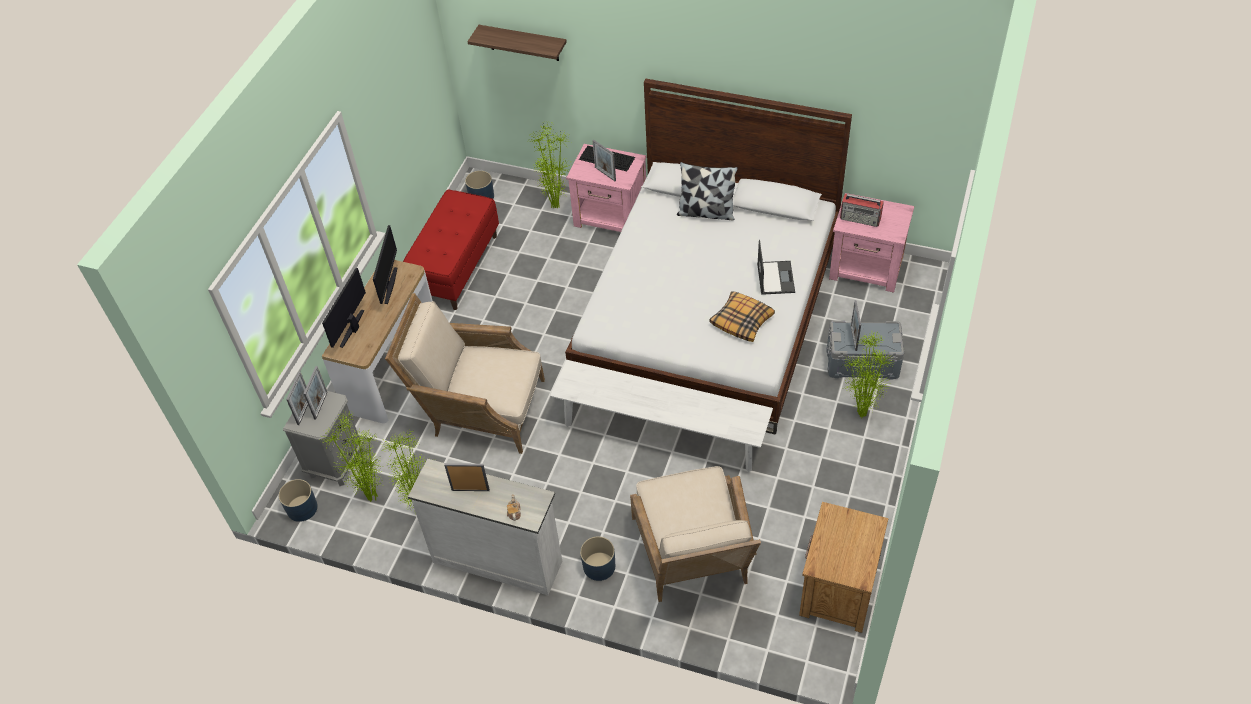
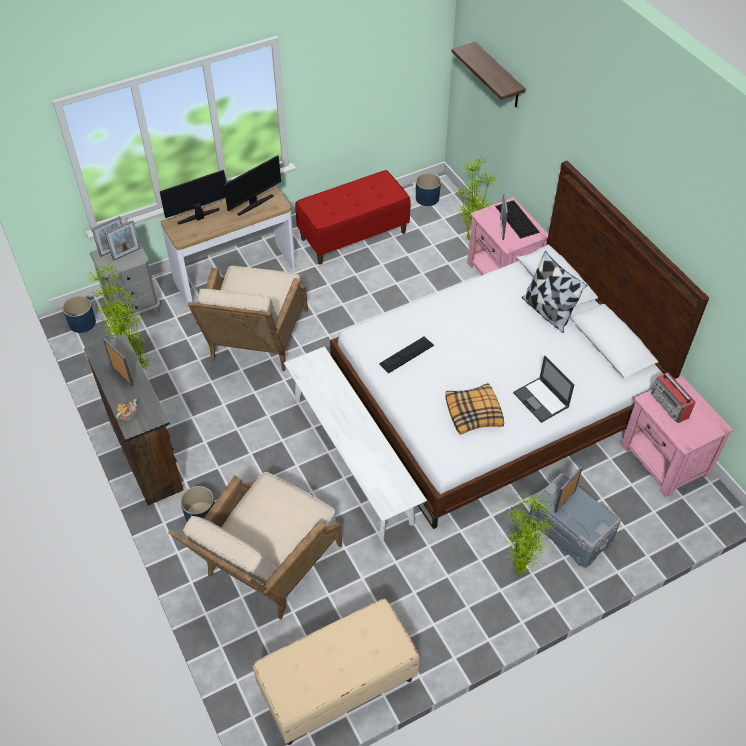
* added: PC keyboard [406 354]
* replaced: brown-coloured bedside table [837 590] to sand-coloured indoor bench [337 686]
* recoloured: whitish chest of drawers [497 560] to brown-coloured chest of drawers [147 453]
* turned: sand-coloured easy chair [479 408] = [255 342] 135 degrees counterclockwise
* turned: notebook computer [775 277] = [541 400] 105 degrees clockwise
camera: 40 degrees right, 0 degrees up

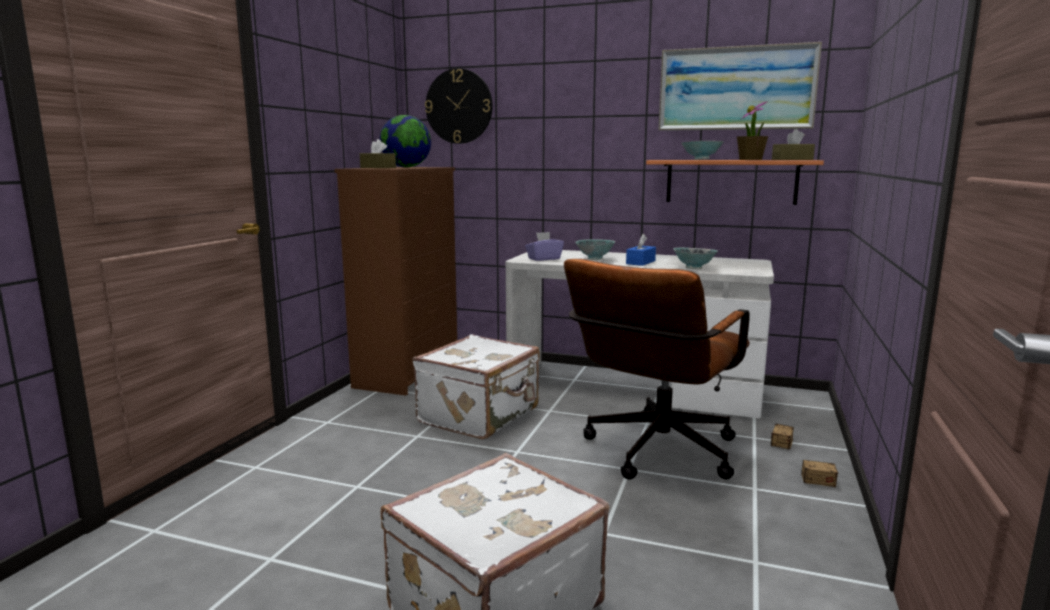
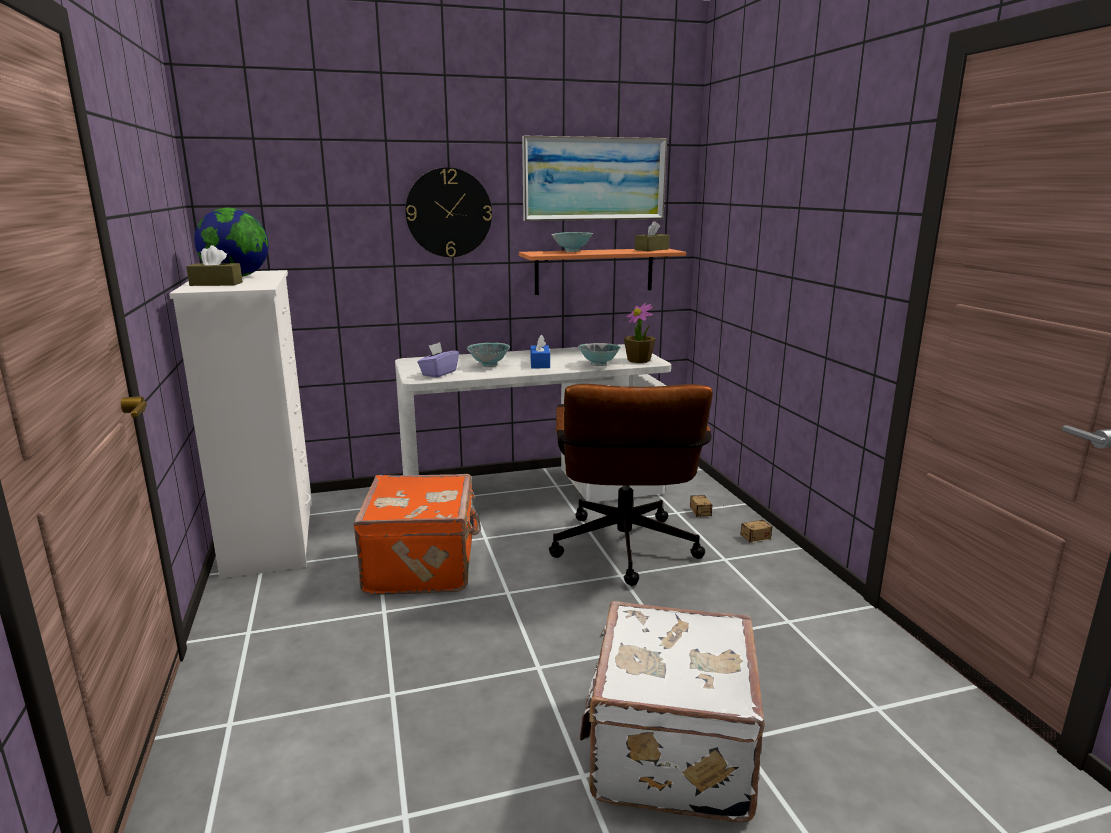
* moved: wall clock [459 106] to [449 213]
* moved: houseplant [750 159] to [639 360]
* recoloured: brown-coloured chest of drawers [409 372] to whitish chest of drawers [272 536]
* recoloured: whitish travel case [481 416] to orange-coloured travel case [423 565]
camera: 35 degrees left, 5 degrees up

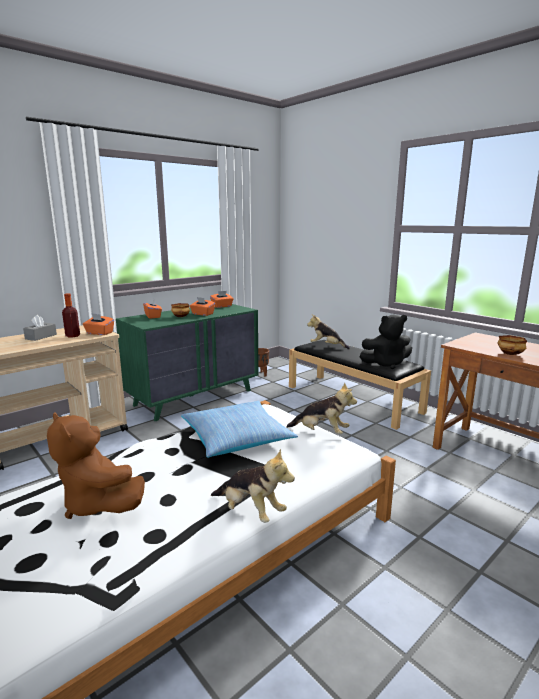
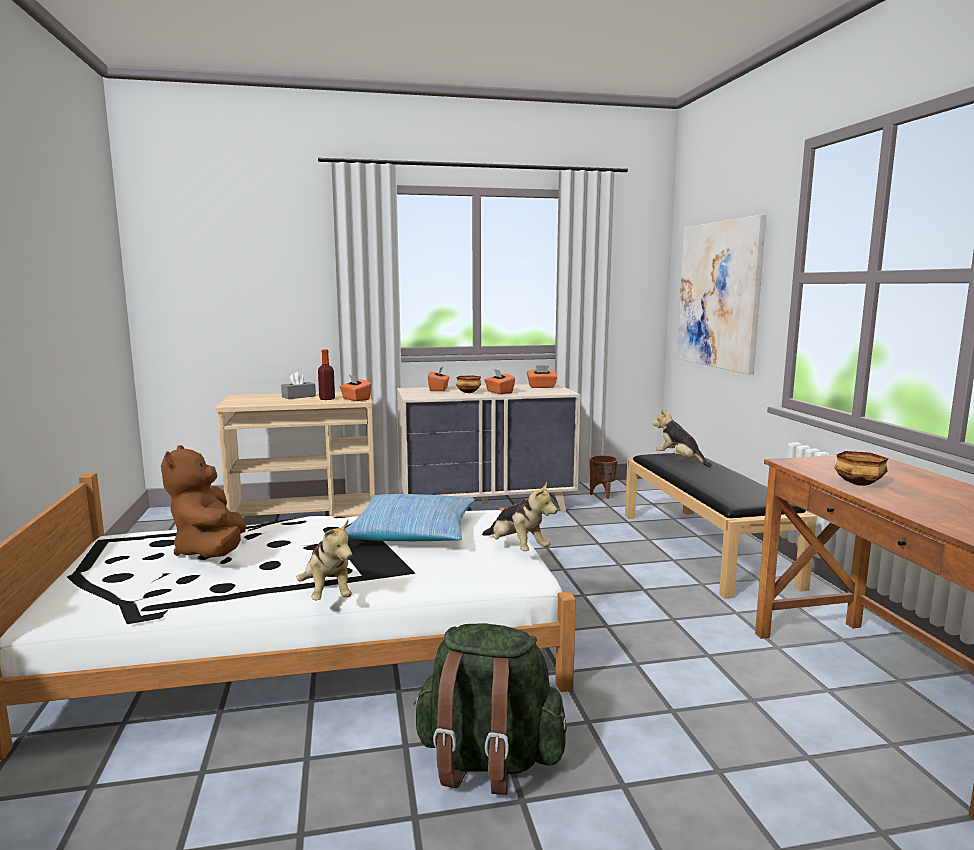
* removed: black-coloured plush toy [386 364]
* added: green-coloured knapsack [488 761]
* added: picture [718 295]
* recoloured: green-coloured chest of drawers [194 397] to sand-coloured chest of drawers [486 506]
camera: 30 degrees right, 5 degrees down

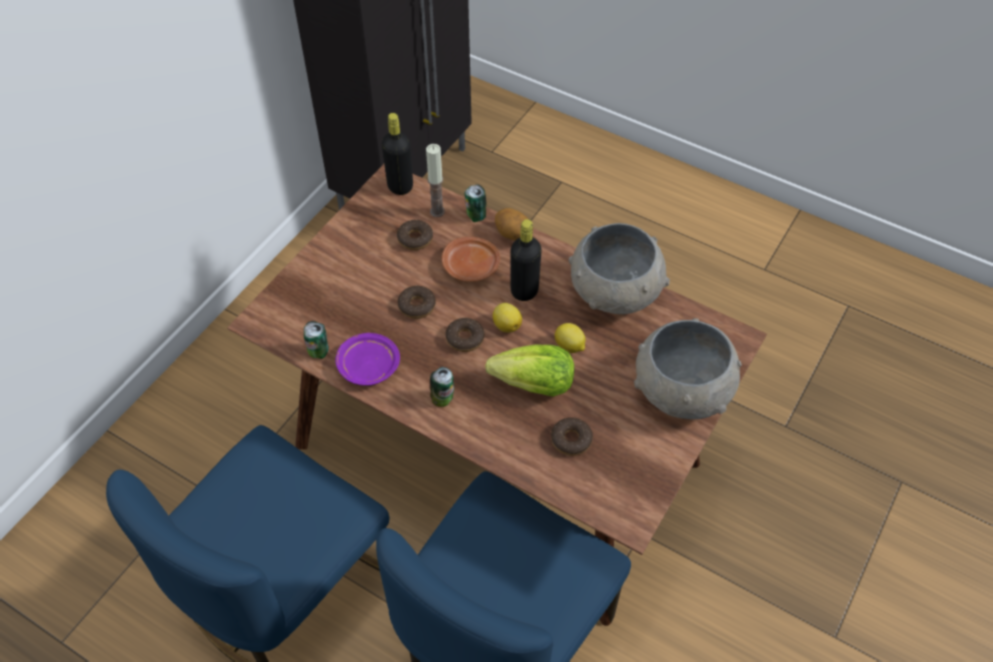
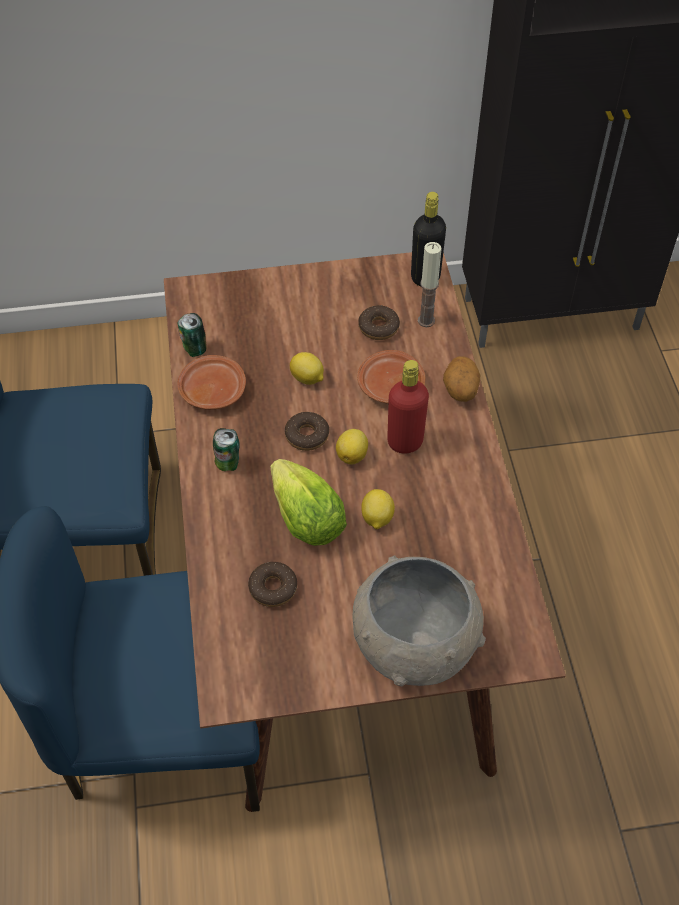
* removed: can [476 216]
* removed: grey serving bowl [614 293]
* replaced: ring doughnut [417 306] to lemon [307 379]
* recoloured: purple-coloured flat dish [368 366] to brown-coloured flat dish [212 390]
* recoloured: black-coloured bottle [524 290] to red bottle [405 442]
camera: 50 degrees right, 0 degrees up

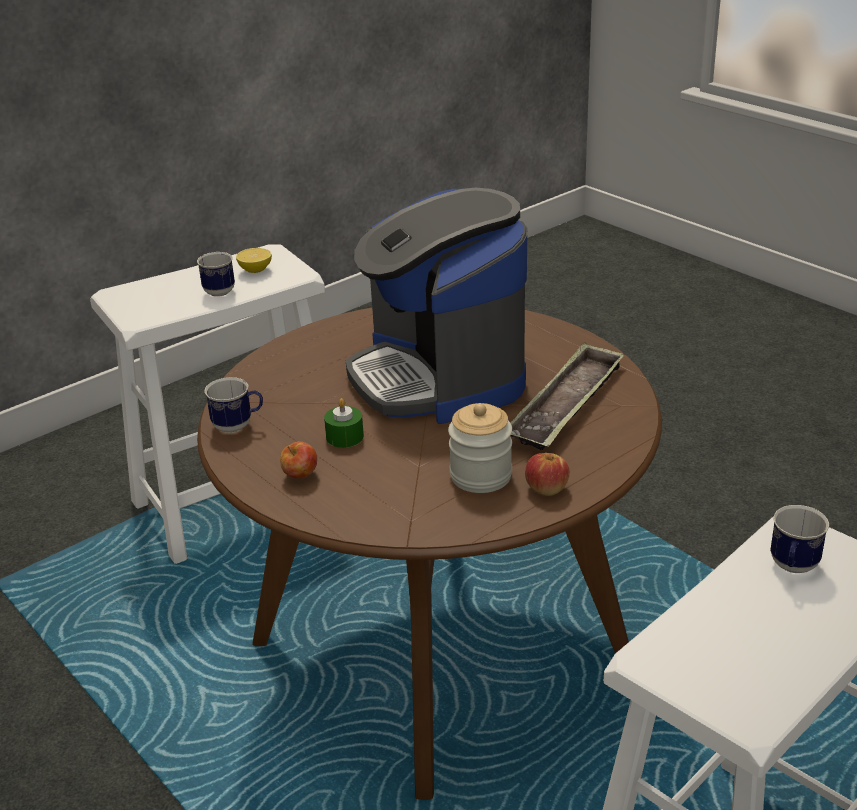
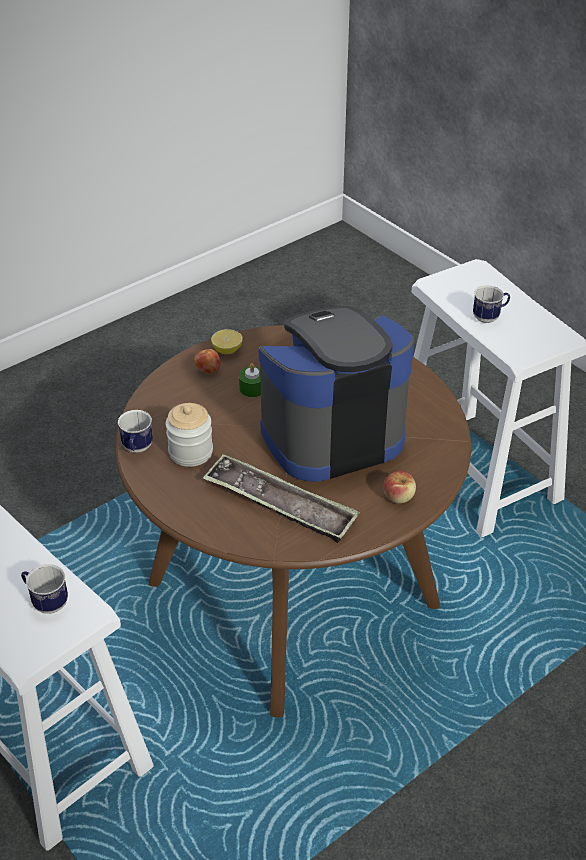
* moved: tea mug [238 426] to [137 449]
* moved: lemon [255 270] to [227 350]
* moved: apple fruit [546 488] to [399 497]
camera: 90 degrees right, 10 degrees up

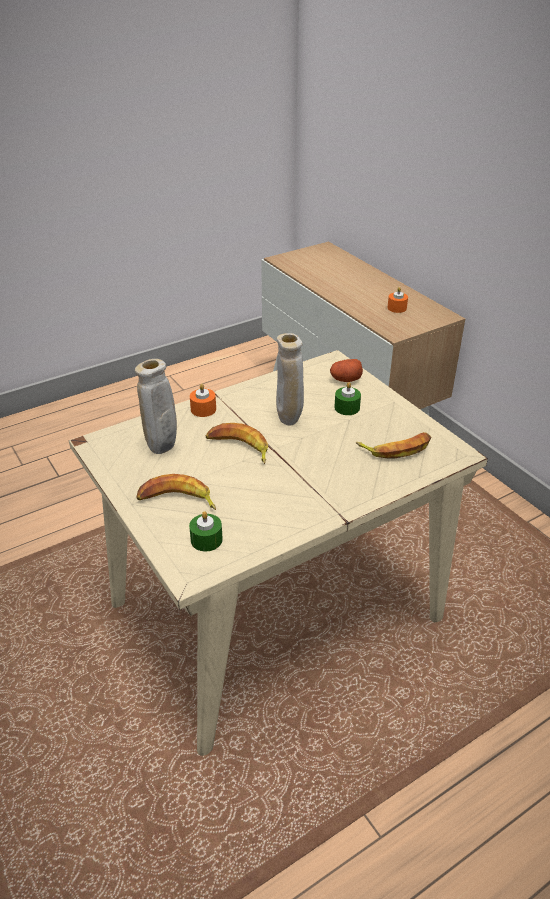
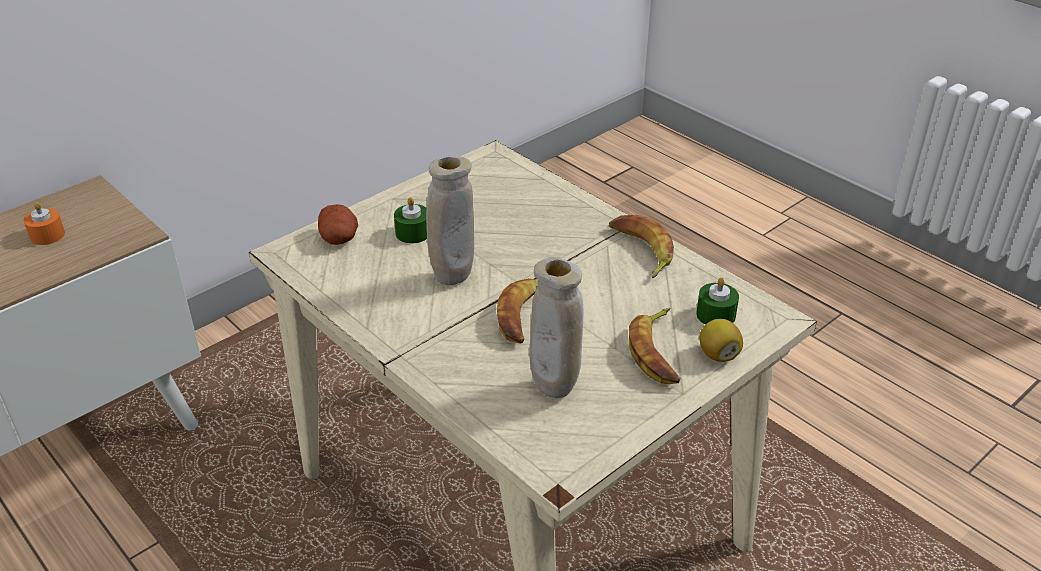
* removed: orange-coloured wax candle [203 409]
* added: lemon [718 354]
* moved: banana [396 448] to [640 250]
camera: 100 degrees left, 0 degrees up

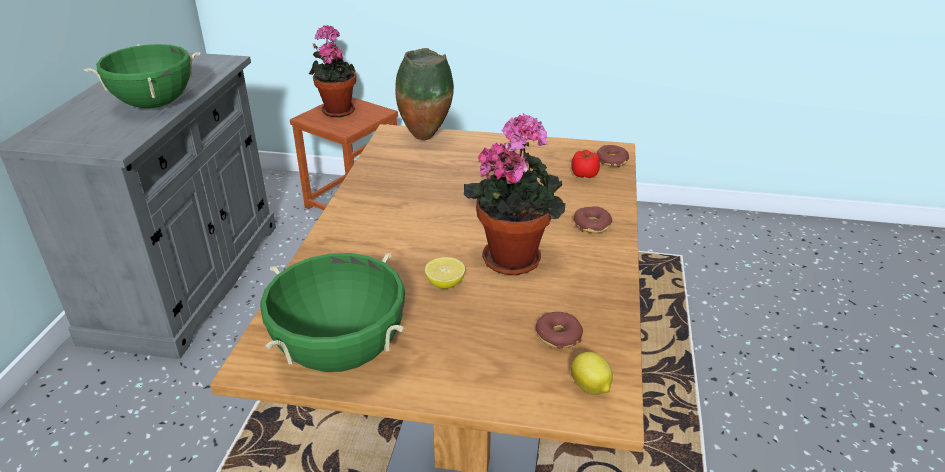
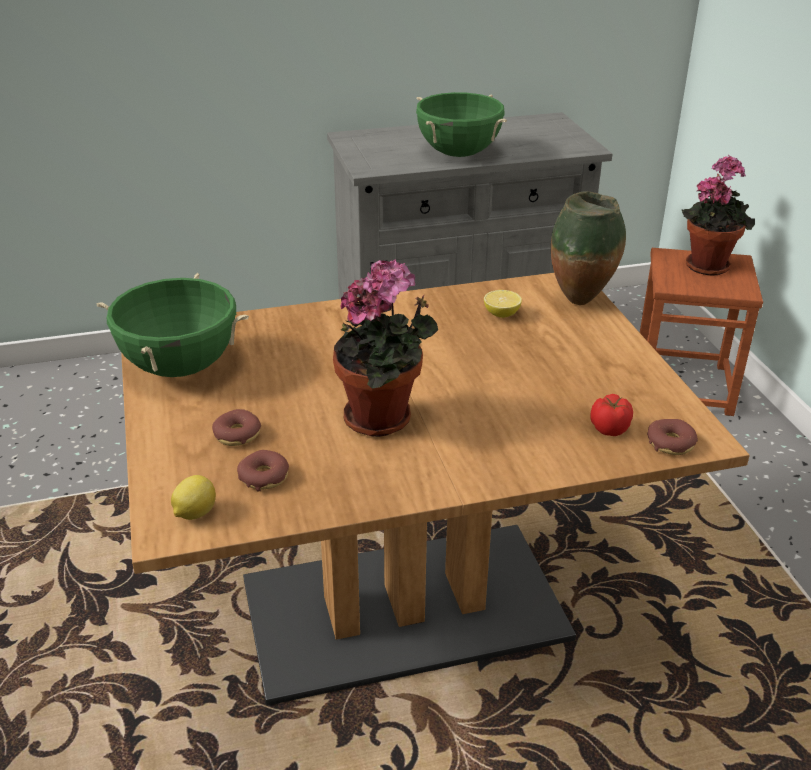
* moved: lemon [445 284] to [501 314]
* moved: ring doughnut [592 225] to [237 434]
camera: 65 degrees right, 0 degrees up

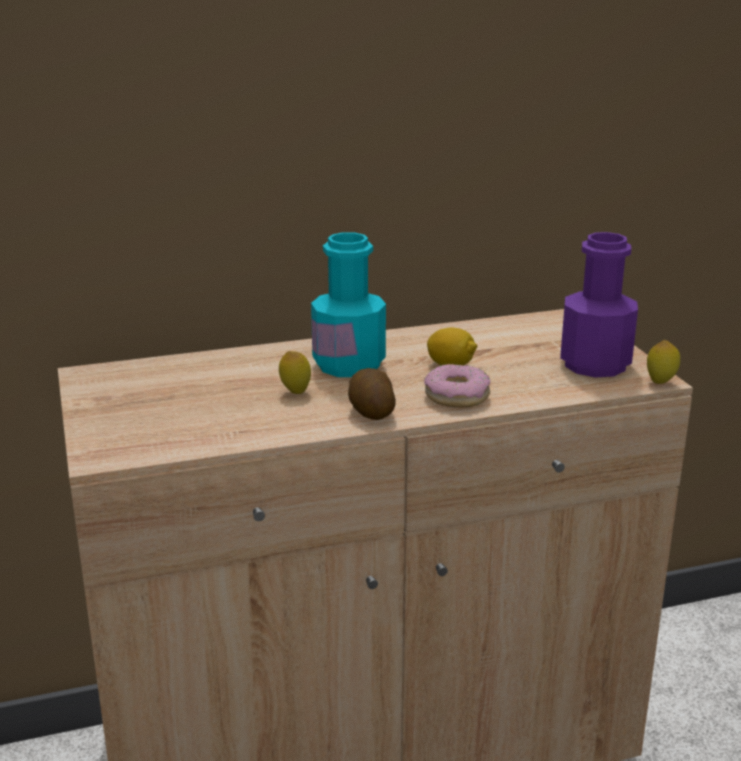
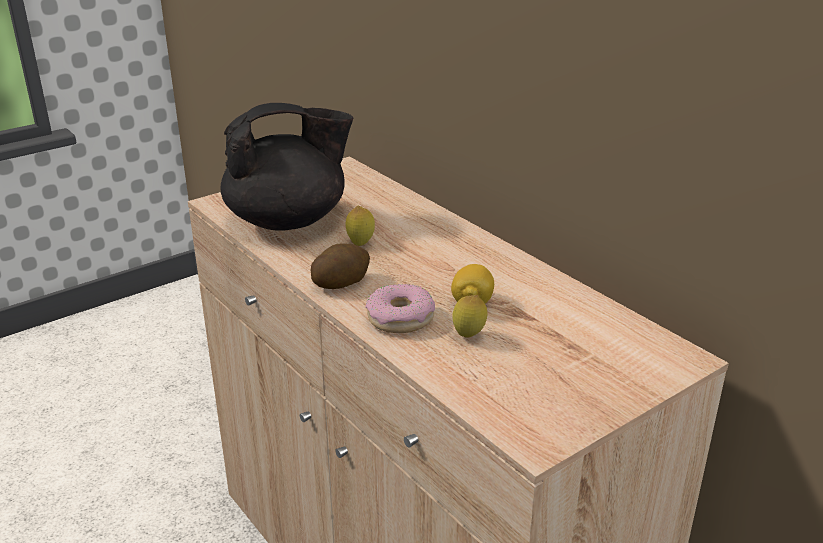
* removed: turquoise bottle [349 365]
* removed: purple-coloured bottle [595 364]
* added: black-coloured teapot [289 221]
* moved: lemon [660 382] to [469 336]
camera: 70 degrees right, 5 degrees up

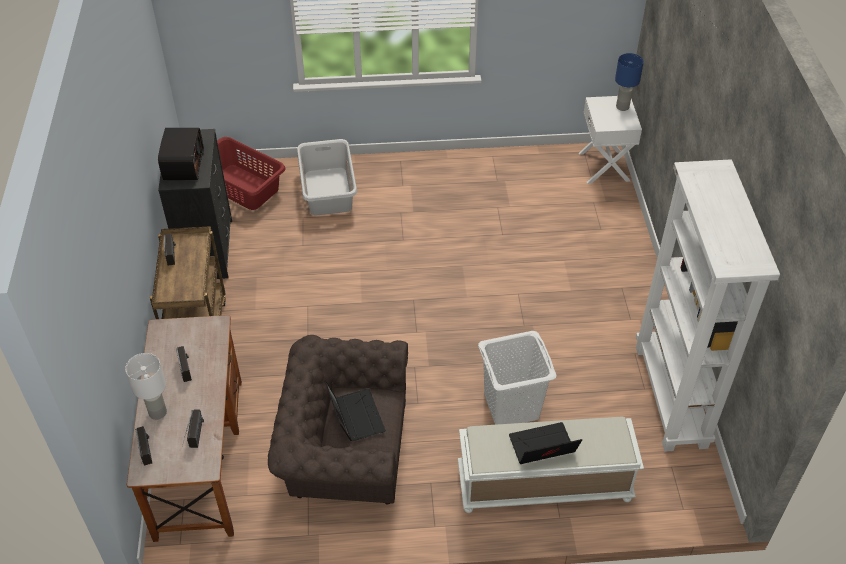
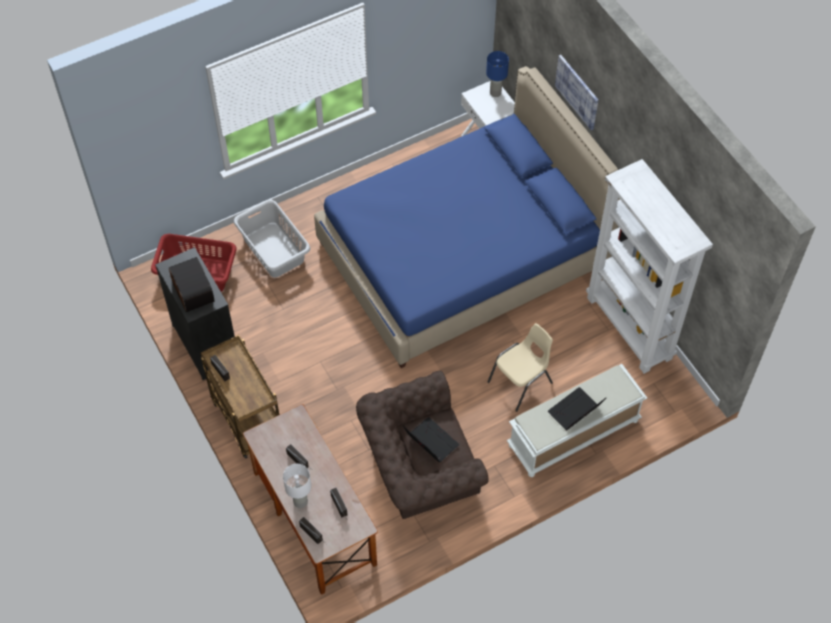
* added: blue sleeping bed [462 255]
* added: picture [577 92]
* replaced: whitish hamper [512 406] to sand-coloured plain chair [521 382]
camera: 25 degrees left, 10 degrees up

